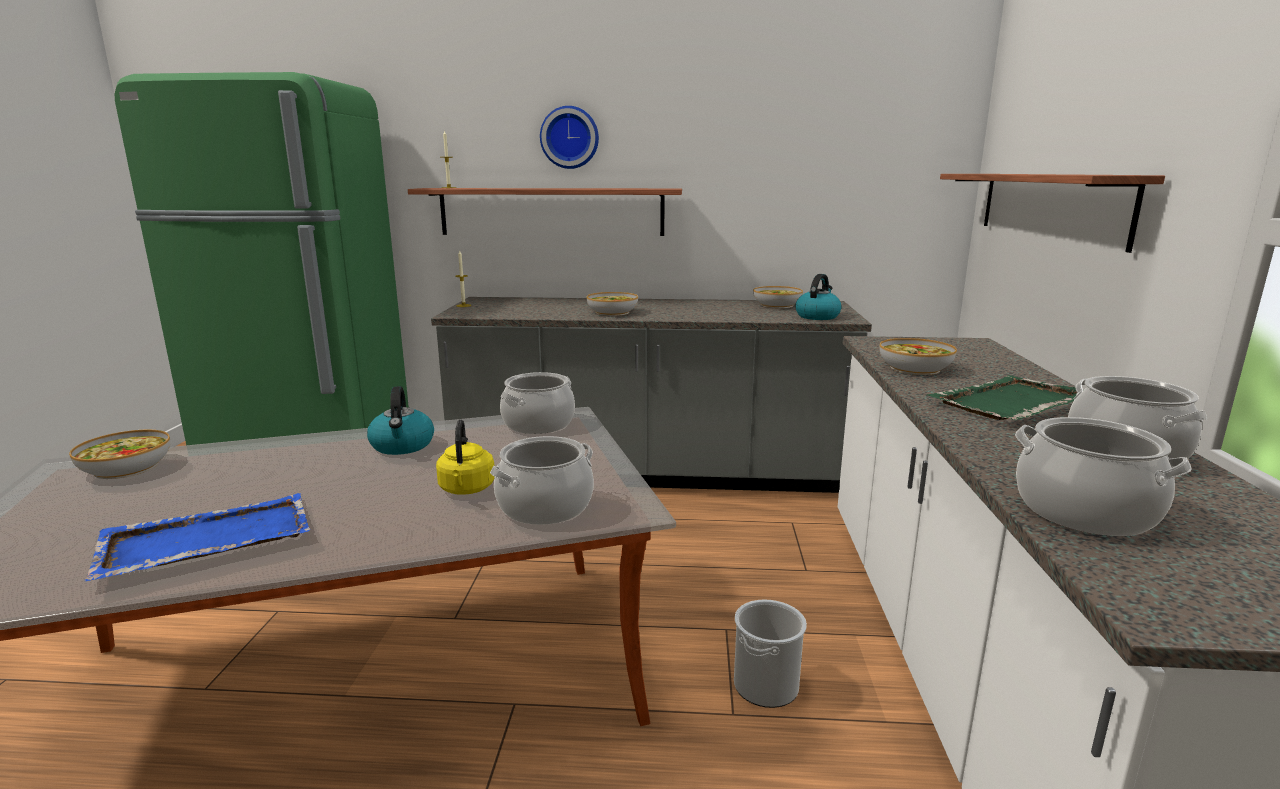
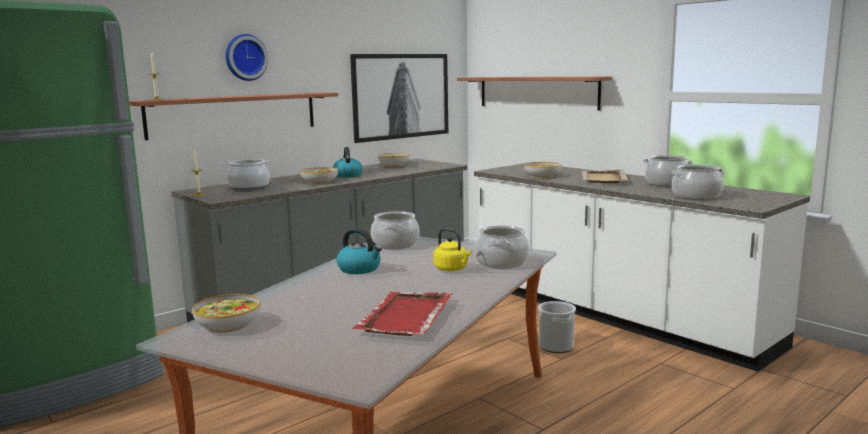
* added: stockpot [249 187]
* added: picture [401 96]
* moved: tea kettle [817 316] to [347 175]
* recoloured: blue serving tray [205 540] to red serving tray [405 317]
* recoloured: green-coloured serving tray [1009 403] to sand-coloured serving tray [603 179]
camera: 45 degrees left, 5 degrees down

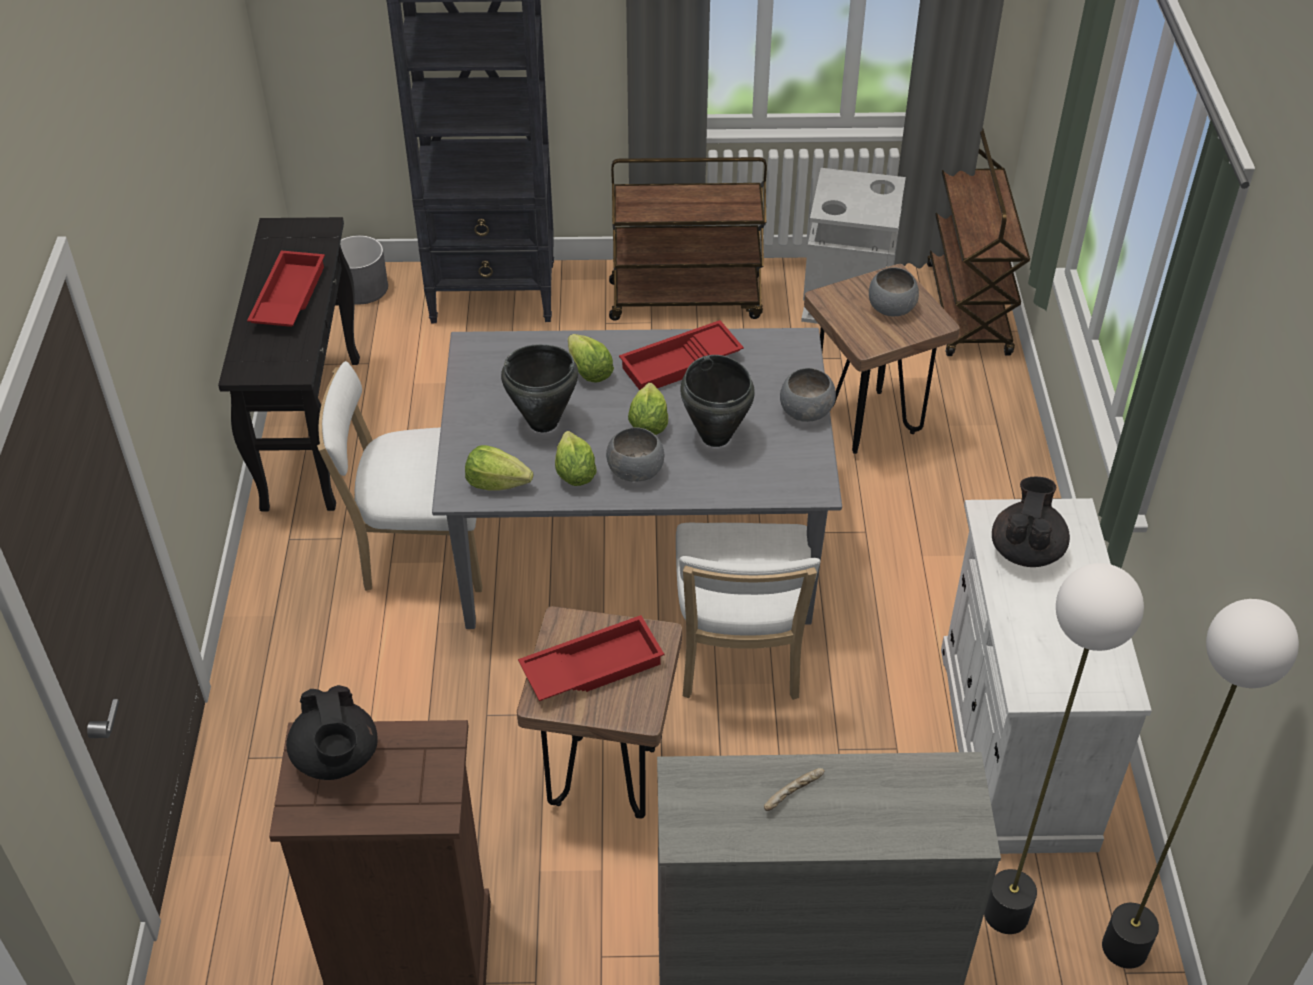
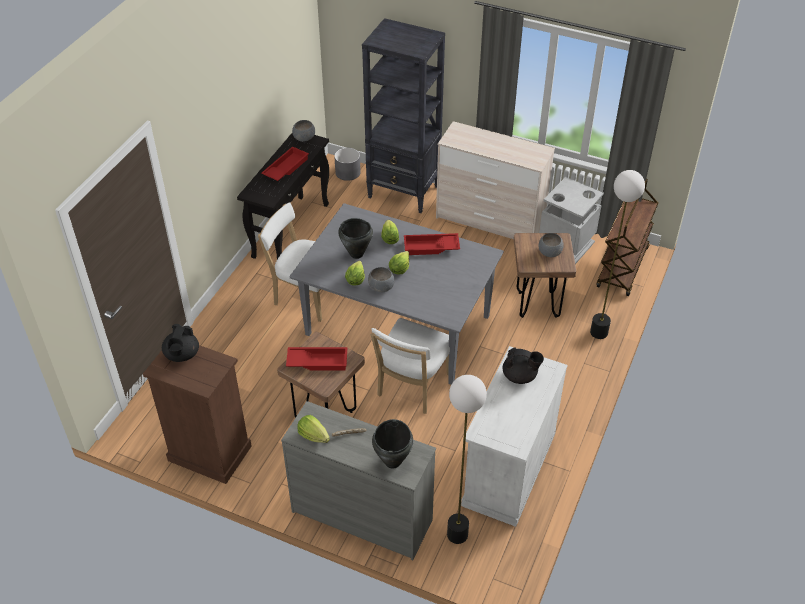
* moved: lettuce [497 483] to [313 436]
* moved: black-coloured stockpot [716 436] to [393 461]
* moved: grey serving bowl [805 411] to [303 138]
* moved: standard lamp [1124 948] to [598 332]
* replaced: brown-coloured trolley [686 299] to sand-coloured chest of drawers [489 221]
* turned: black-coloured teapot [1026 550] = [520 376] 60 degrees clockwise
camera: 25 degrees right, 0 degrees up

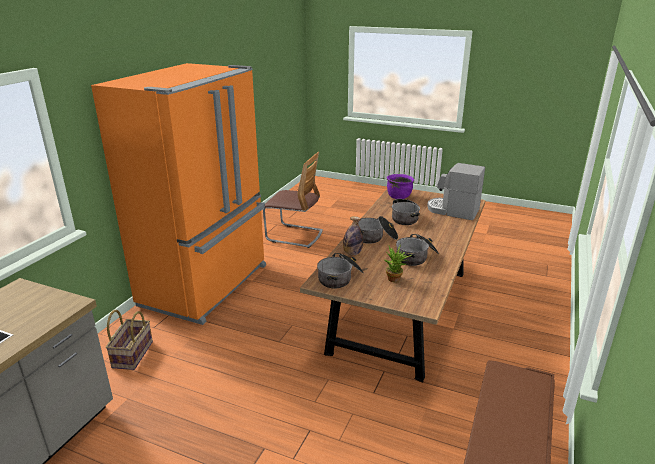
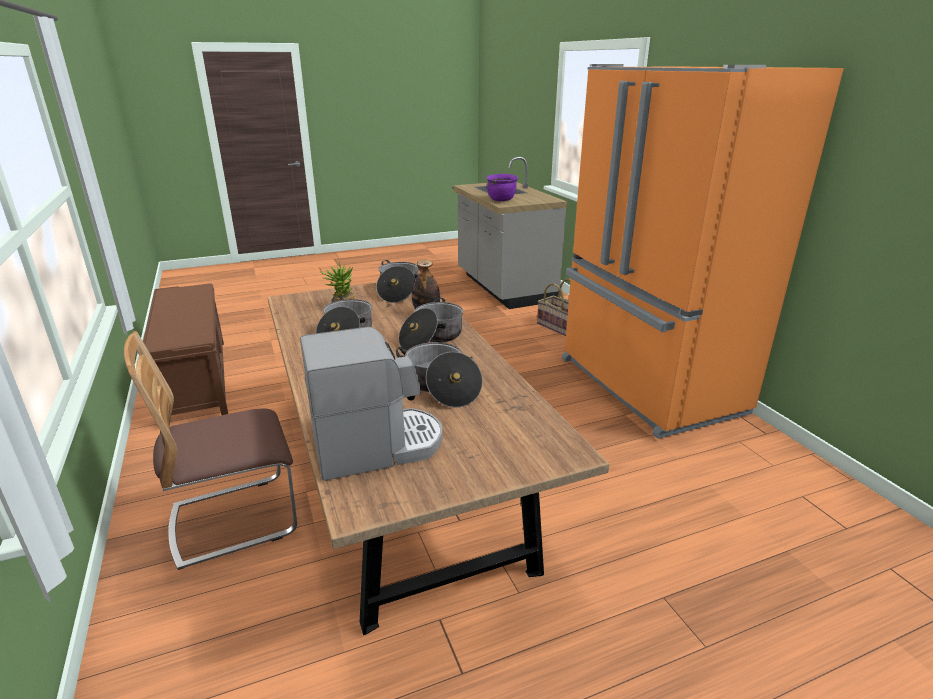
* moved: plain chair [294 236] to [235 519]
* moved: purple-coloured stockpot [399 197] to [501 200]
camera: 135 degrees right, 0 degrees up

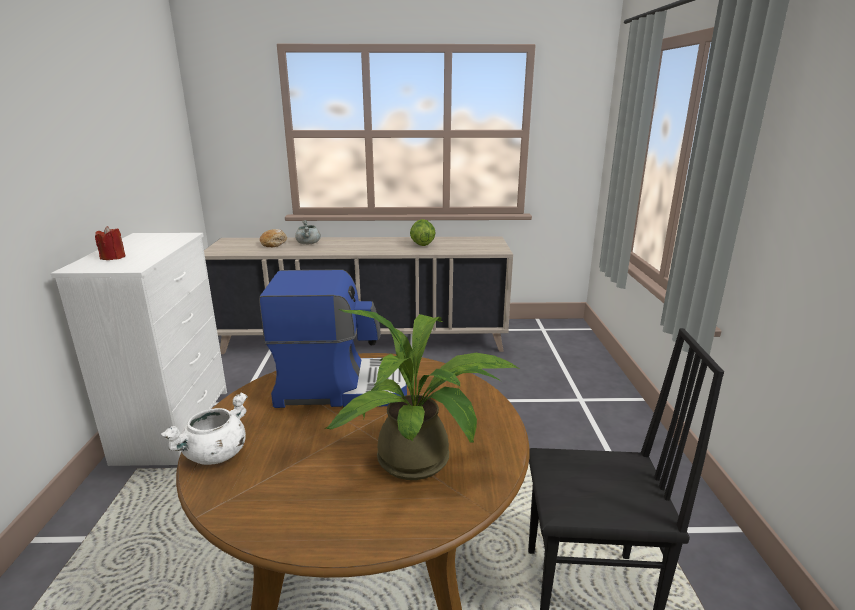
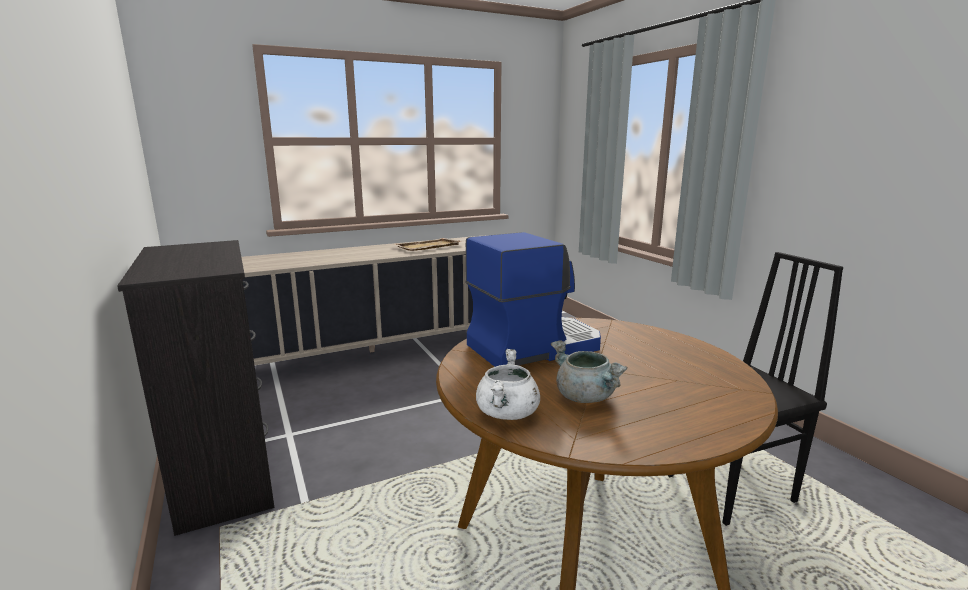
* removed: red wax candle [113 257]
* removed: baked bread [274 243]
* removed: houseplant [422 462]
* moved: grey stockpot [308 243] to [586 397]
* replaced: lettuce [422 244] to sand-coloured serving tray [427 246]
* recoloured: whitish chest of drawers [175 424] to black-coloured chest of drawers [226 472]
camera: 25 degrees left, 5 degrees down

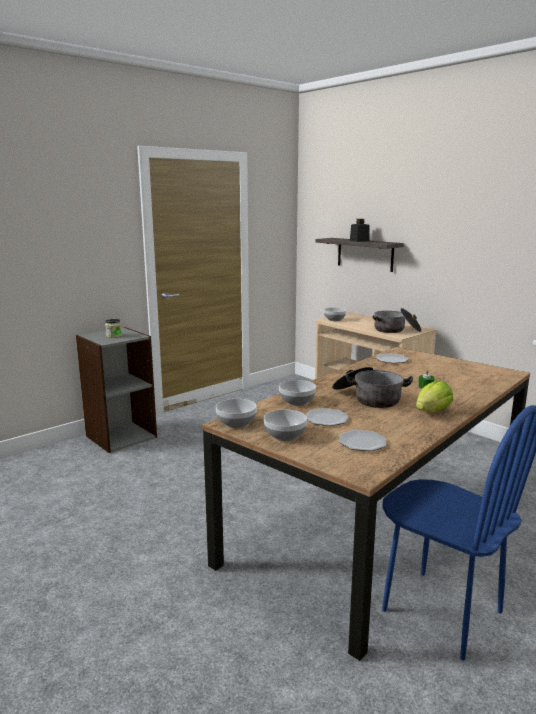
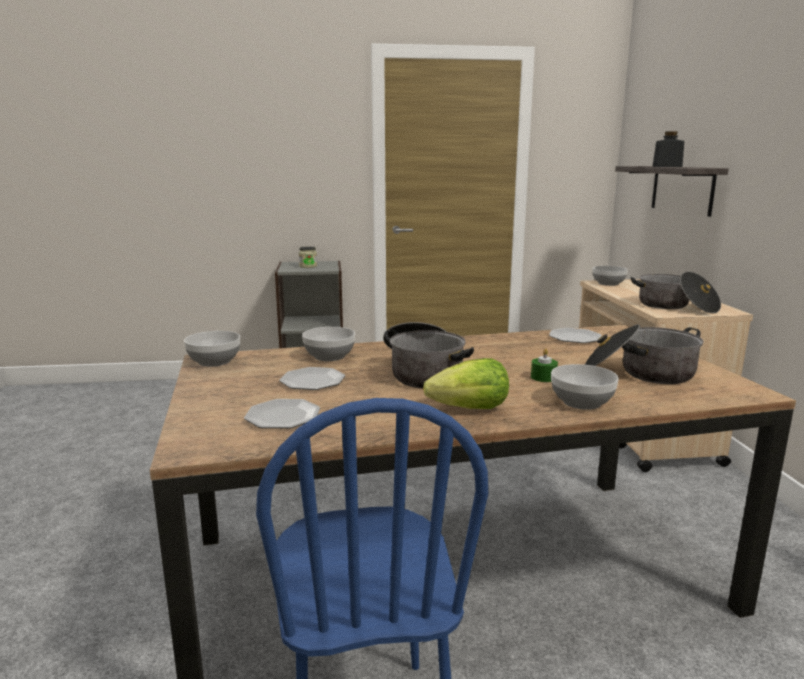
* added: stockpot [639 373]
* moved: serving bowl [284 435] to [581 402]
camera: 35 degrees right, 0 degrees up

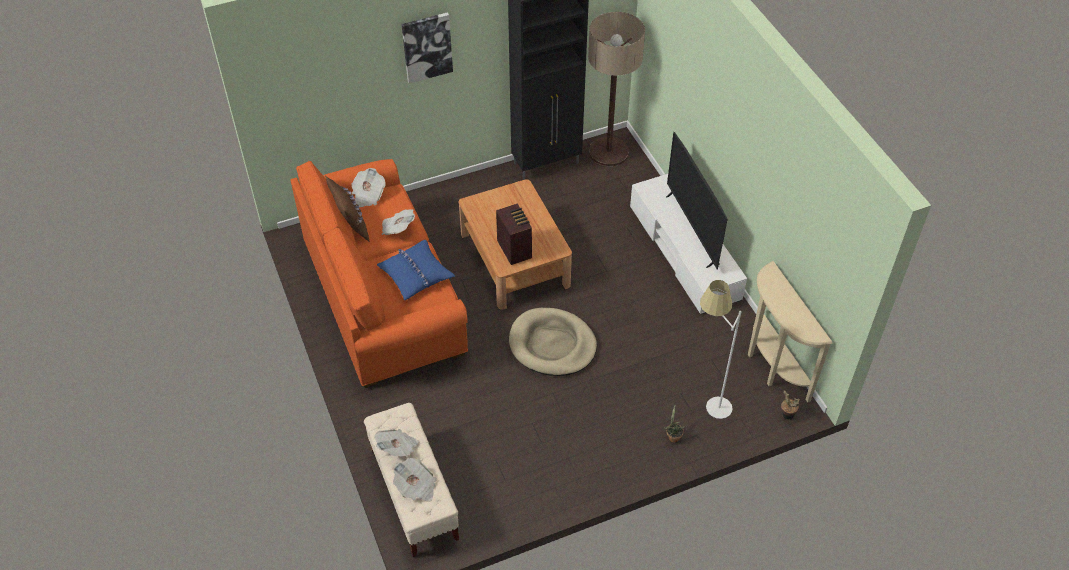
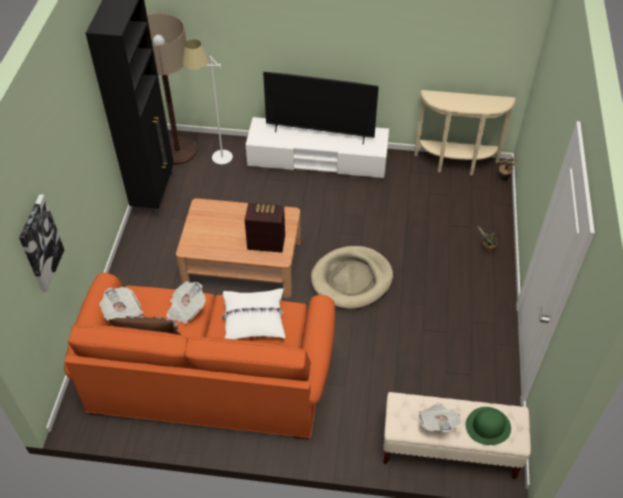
* moved: picture [427 47] to [40 243]
* moved: whitish standard lamp [706 406] to [216 162]
* replaced: printed paper [416 487] to green-coloured wearable hat [488 426]
* recoloured: blue cushion [416 274] to whitish cushion [253 319]
camera: 60 degrees left, 0 degrees up

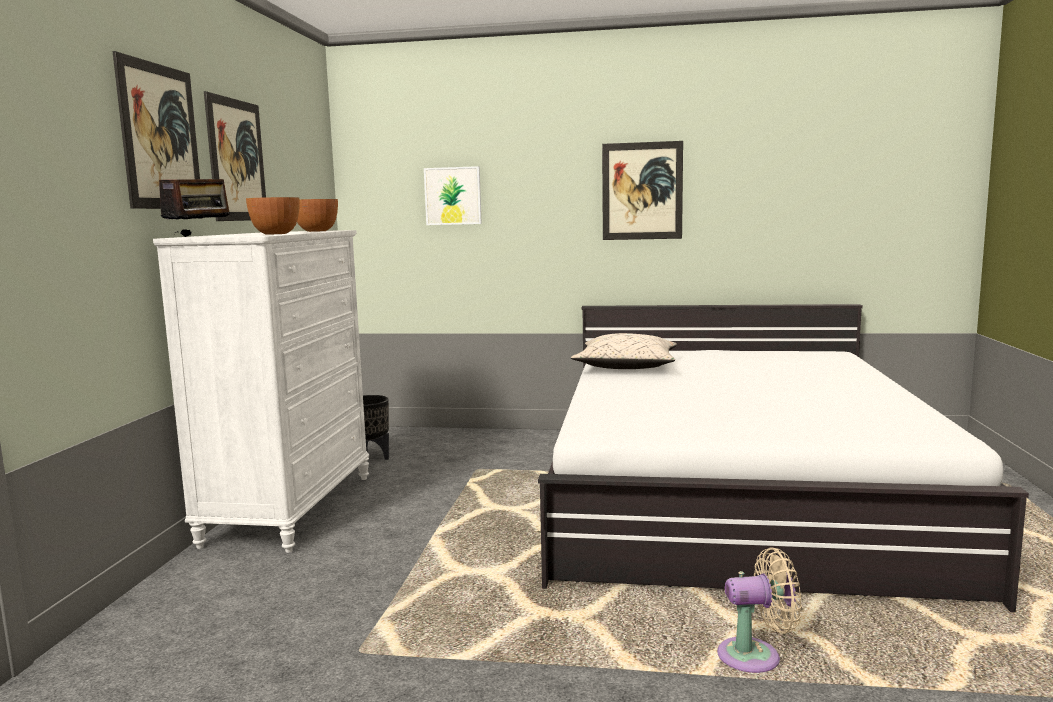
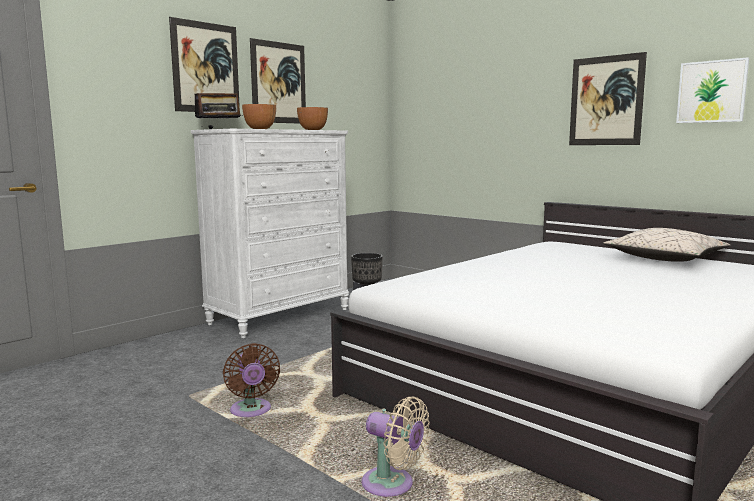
* added: brown-coloured cooling fan [251 411]
* moved: picture [453 196] to [711 91]
* moved: sand-coloured cushion [626 367] to [665 259]
camera: 35 degrees right, 0 degrees up

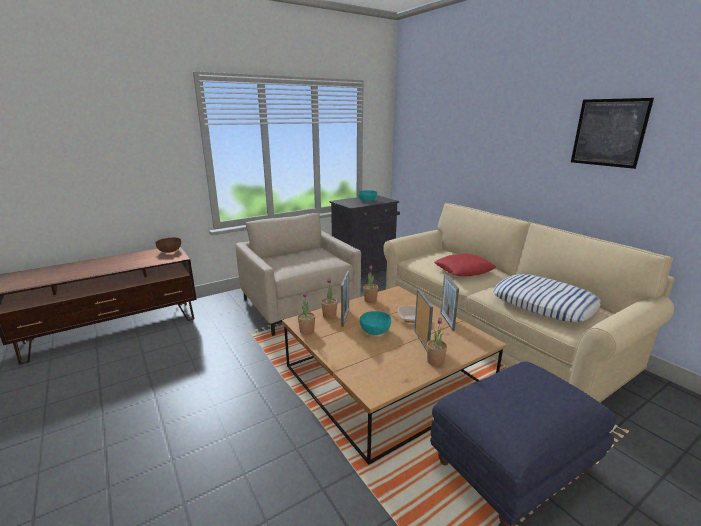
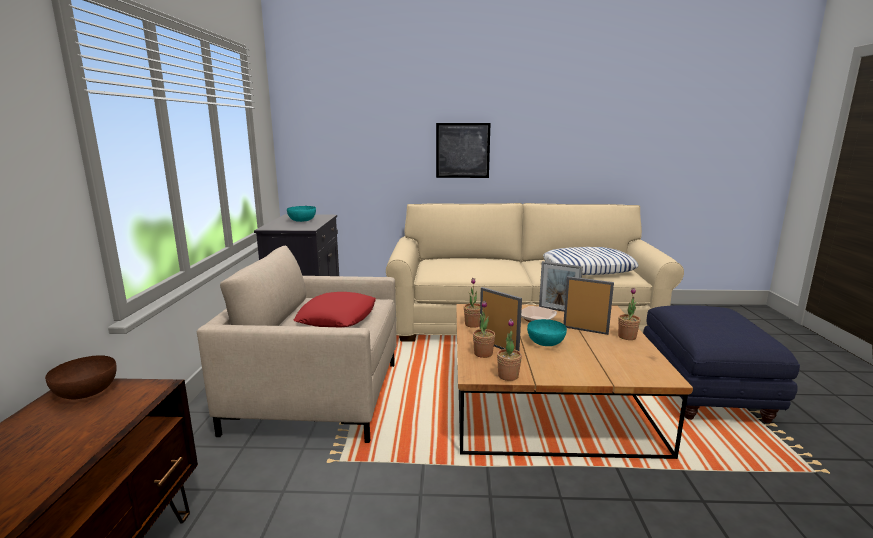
* moved: red cushion [464 270] to [337 317]
* moved: picture [609 132] to [462 150]
camera: 55 degrees left, 5 degrees down

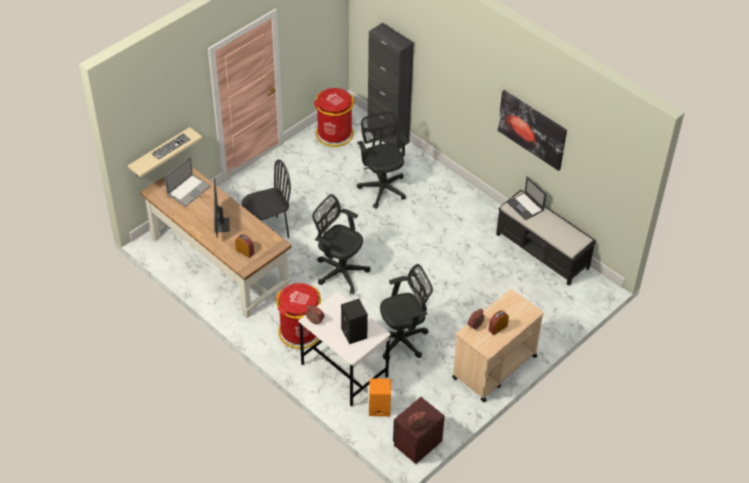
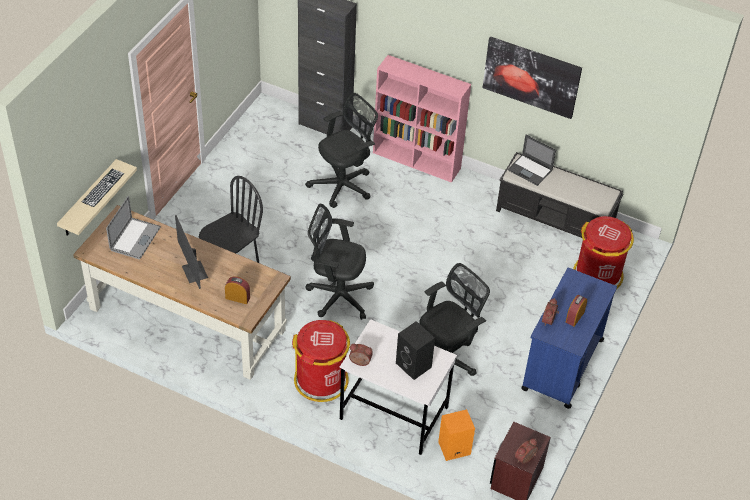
* added: pink-coloured bookshelf [417 160]
* moved: red trash can [334 134] to [598 275]
* recoloured: sand-coloured trolley [494 367] to blue trolley [562 365]
* turned: black-coloured desk chair [382 187] = [344 185] 90 degrees clockwise
camera: 20 degrees left, 0 degrees up

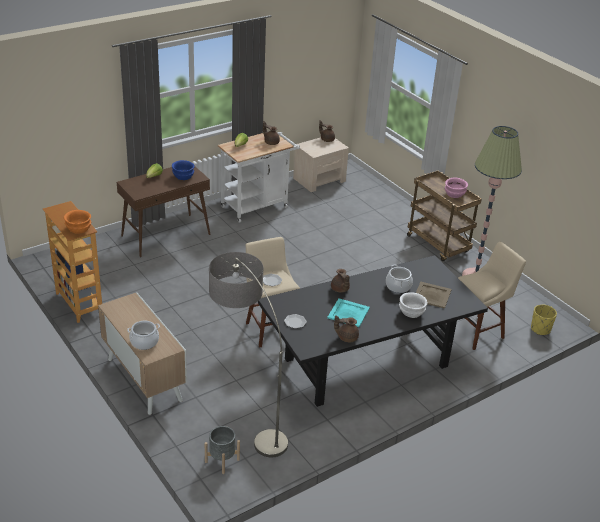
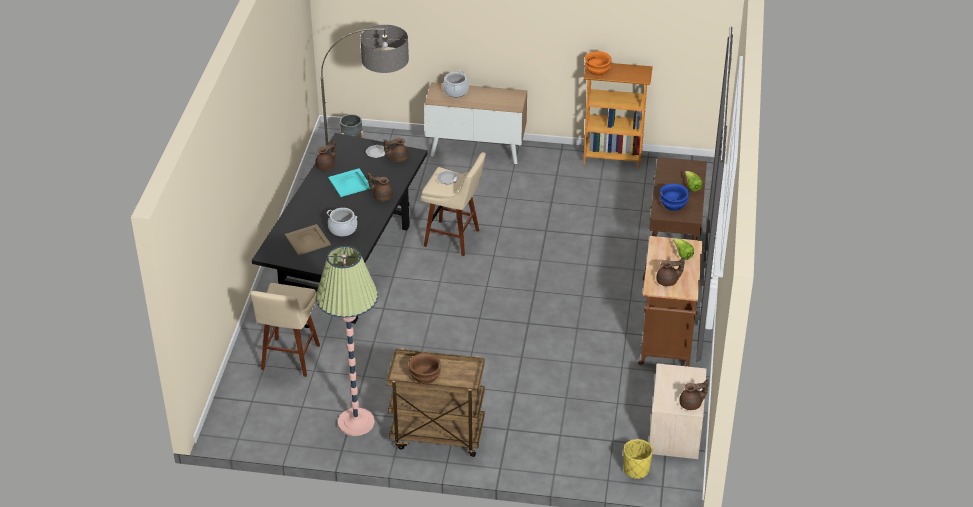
* removed: whitish serving bowl [411 312]
* added: brown-coloured teapot [397 158]
* moved: yellow-coloured plant pot [540 329] to [636 470]
* recoloured: whitish trolley [258 205] to brown-coloured trolley [666 345]
* recoloured: pink-coloured serving bowl [454 194] to brown-coloured serving bowl [424 376]
camera: 135 degrees right, 5 degrees up

